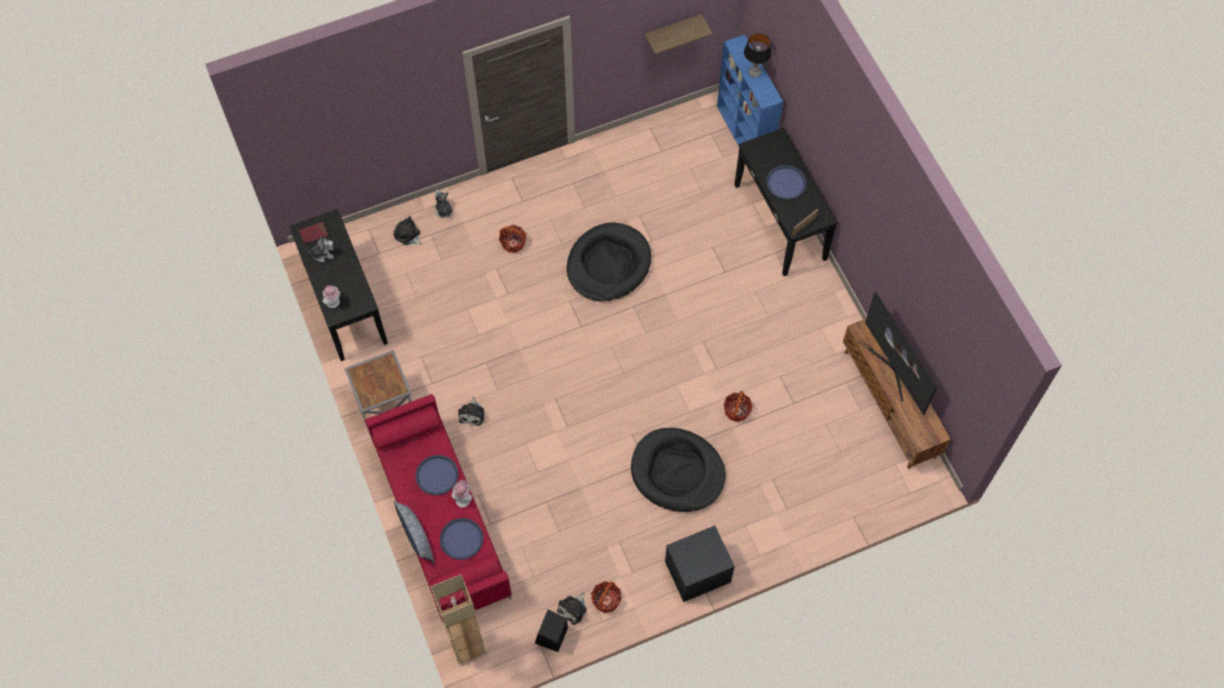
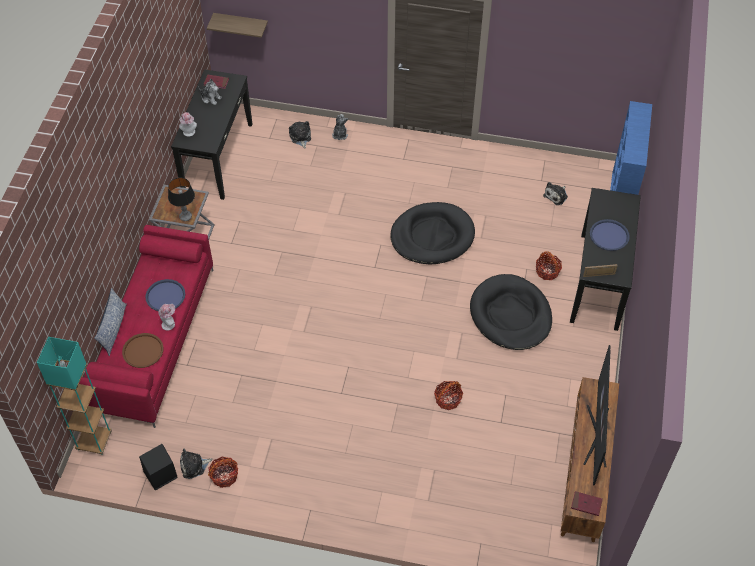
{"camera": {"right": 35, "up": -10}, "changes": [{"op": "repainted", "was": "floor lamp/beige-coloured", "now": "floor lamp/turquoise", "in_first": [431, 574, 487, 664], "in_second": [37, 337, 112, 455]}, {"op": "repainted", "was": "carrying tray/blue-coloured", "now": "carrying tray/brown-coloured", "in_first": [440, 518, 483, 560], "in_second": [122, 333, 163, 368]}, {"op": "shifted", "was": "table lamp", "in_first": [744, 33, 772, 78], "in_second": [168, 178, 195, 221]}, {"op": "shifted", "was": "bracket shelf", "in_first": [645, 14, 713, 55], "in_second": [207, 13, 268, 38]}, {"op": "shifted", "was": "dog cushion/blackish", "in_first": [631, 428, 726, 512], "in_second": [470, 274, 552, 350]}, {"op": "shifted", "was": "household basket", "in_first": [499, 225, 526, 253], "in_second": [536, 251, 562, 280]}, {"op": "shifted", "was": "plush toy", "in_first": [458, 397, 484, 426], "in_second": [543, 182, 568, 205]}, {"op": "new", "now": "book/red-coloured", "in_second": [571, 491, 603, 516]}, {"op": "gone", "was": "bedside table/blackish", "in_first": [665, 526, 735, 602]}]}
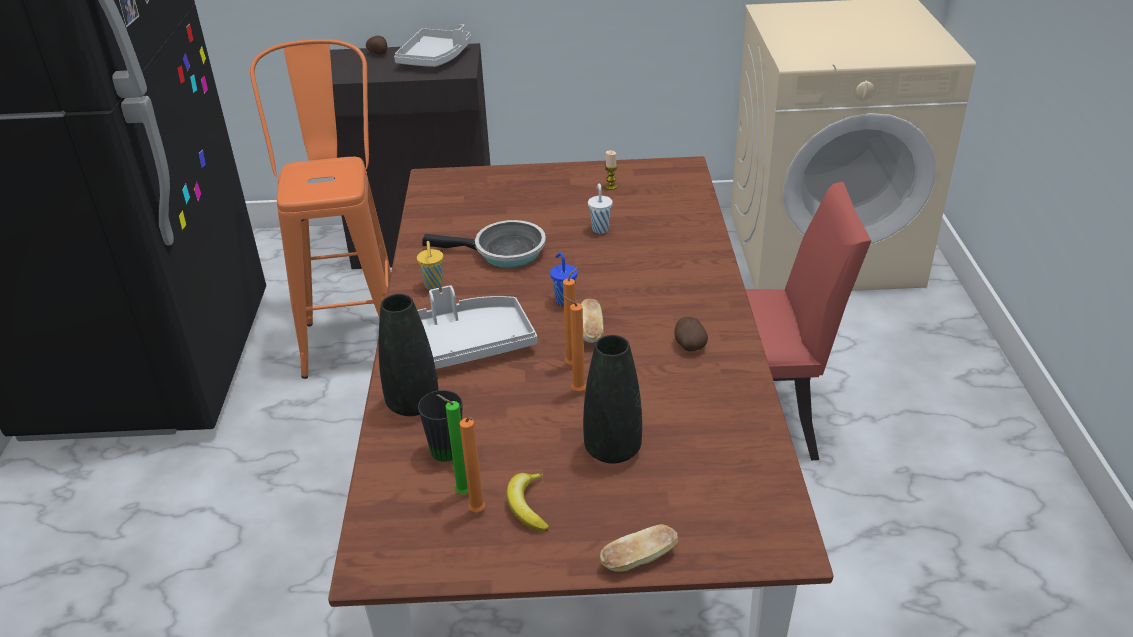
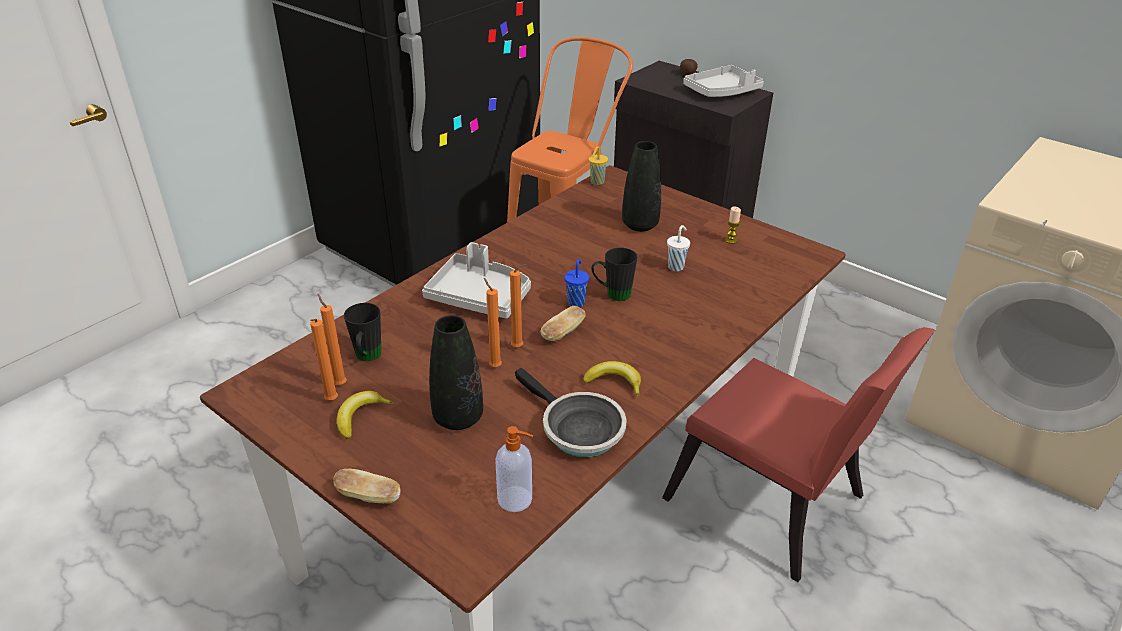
{"camera": {"right": 40, "up": 0}, "changes": [{"op": "repainted", "was": "wax light/green-coloured", "now": "wax light/orange-coloured", "in_first": [437, 394, 468, 494], "in_second": [317, 294, 347, 385]}, {"op": "new", "now": "liquid soap bottle", "in_second": [495, 426, 533, 512]}, {"op": "shifted", "was": "frying pan", "in_first": [422, 220, 546, 268], "in_second": [515, 368, 627, 457]}, {"op": "swapped", "was": "potato", "now": "banana fruit", "in_first": [675, 317, 708, 351], "in_second": [583, 361, 641, 397]}, {"op": "shifted", "was": "drinking cup/yellowish", "in_first": [417, 241, 444, 290], "in_second": [589, 146, 608, 185]}, {"op": "new", "now": "coffee mug/blackish", "in_second": [591, 248, 637, 301]}, {"op": "shifted", "was": "decorative vase/blackish", "in_first": [379, 294, 439, 416], "in_second": [622, 141, 661, 232]}]}
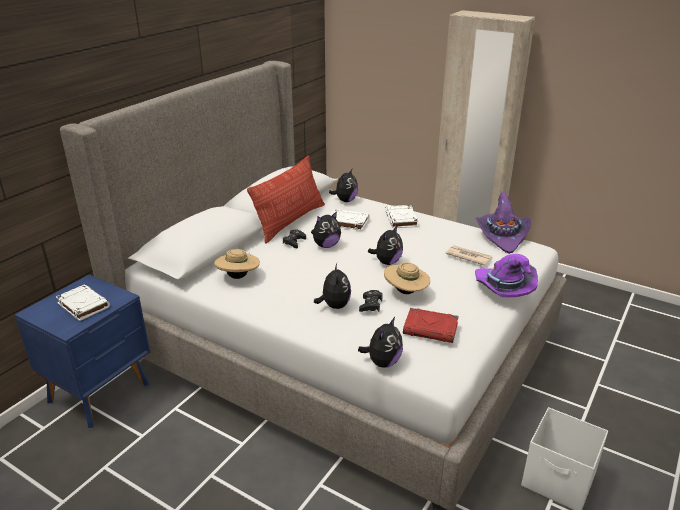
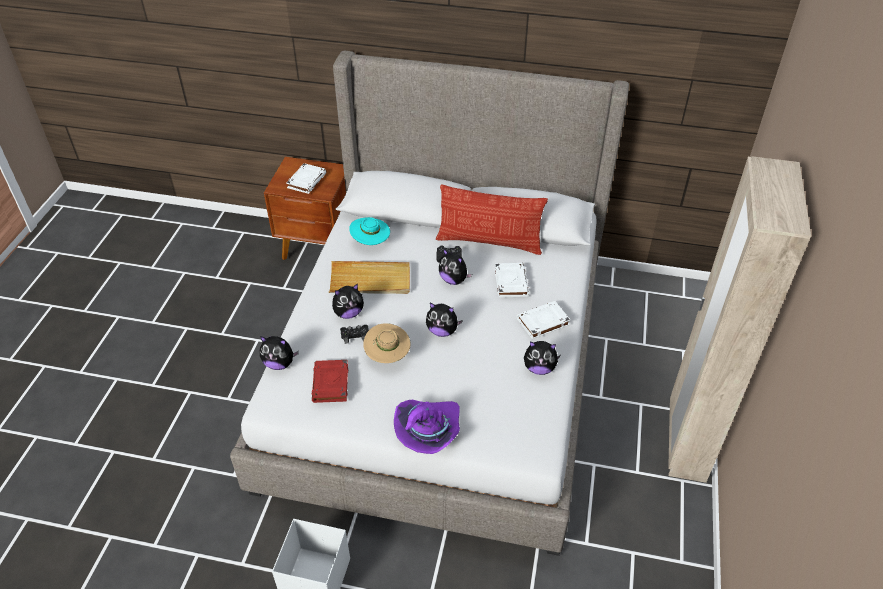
{"camera": {"right": 70, "up": 15}, "changes": [{"op": "repainted", "was": "bedside table/blue-coloured", "now": "bedside table/brown-coloured", "in_first": [15, 275, 150, 428], "in_second": [264, 157, 346, 260]}, {"op": "new", "now": "carrying tray/beige-coloured", "in_second": [329, 261, 410, 294]}, {"op": "repainted", "was": "hat/beige-coloured", "now": "hat/turquoise", "in_first": [214, 249, 260, 279], "in_second": [349, 217, 390, 245]}, {"op": "shifted", "was": "plush toy", "in_first": [329, 169, 358, 202], "in_second": [524, 341, 561, 375]}, {"op": "gone", "was": "newspaper", "in_first": [445, 245, 493, 266]}, {"op": "gone", "was": "hat/purple-coloured", "in_first": [476, 192, 531, 254]}]}
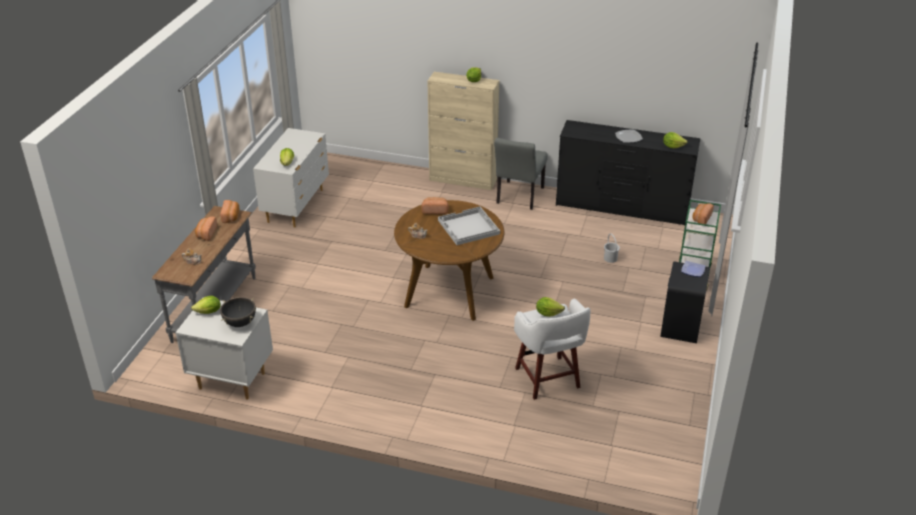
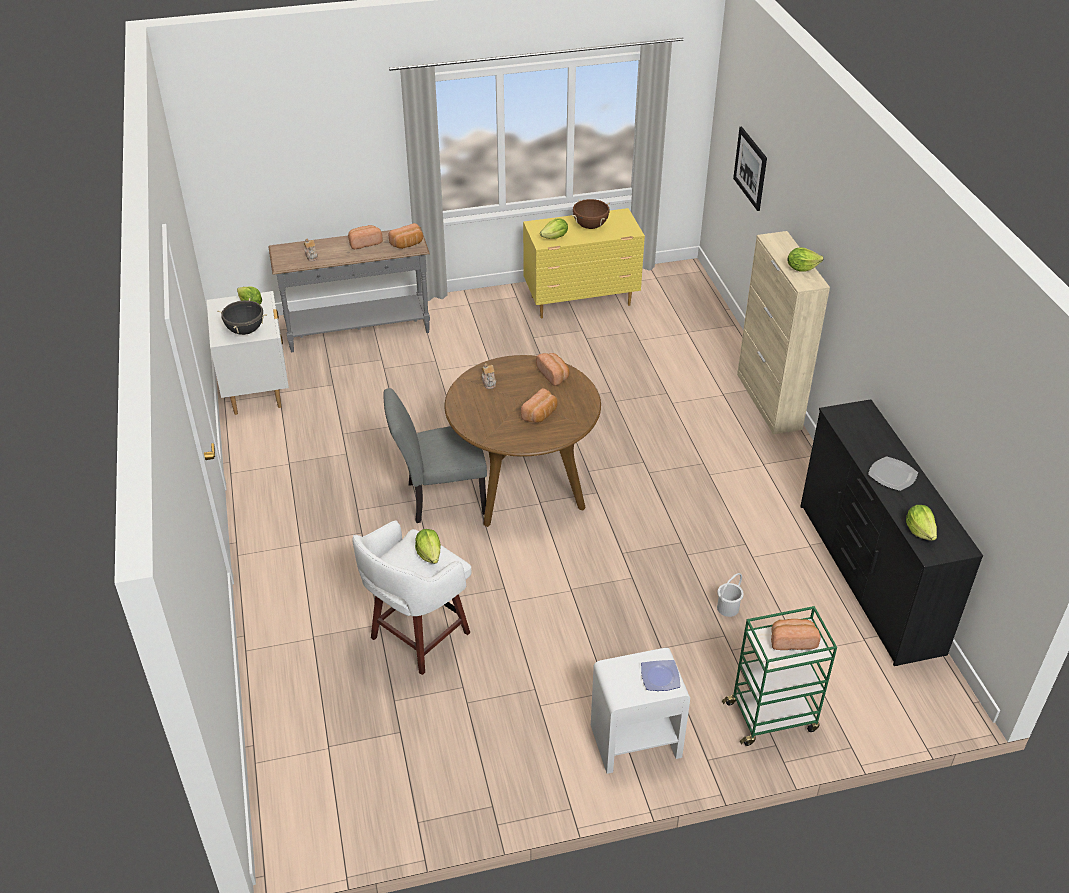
{"camera": {"right": 60, "up": 5}, "changes": [{"op": "shifted", "was": "chair/gray", "in_first": [494, 138, 547, 210], "in_second": [384, 388, 487, 523]}, {"op": "swapped", "was": "carrying tray/white", "now": "bakery bread", "in_first": [438, 207, 500, 245], "in_second": [521, 388, 558, 423]}, {"op": "repainted", "was": "drawer chest/white", "now": "drawer chest/yellowish", "in_first": [253, 128, 329, 228], "in_second": [523, 208, 645, 318]}, {"op": "new", "now": "stockpot/brown-coloured", "in_second": [572, 199, 610, 229]}, {"op": "repainted", "was": "bedside table/blackish", "now": "bedside table/white", "in_first": [660, 261, 710, 343], "in_second": [591, 648, 690, 774]}, {"op": "new", "now": "wall art", "in_second": [733, 126, 767, 211]}]}
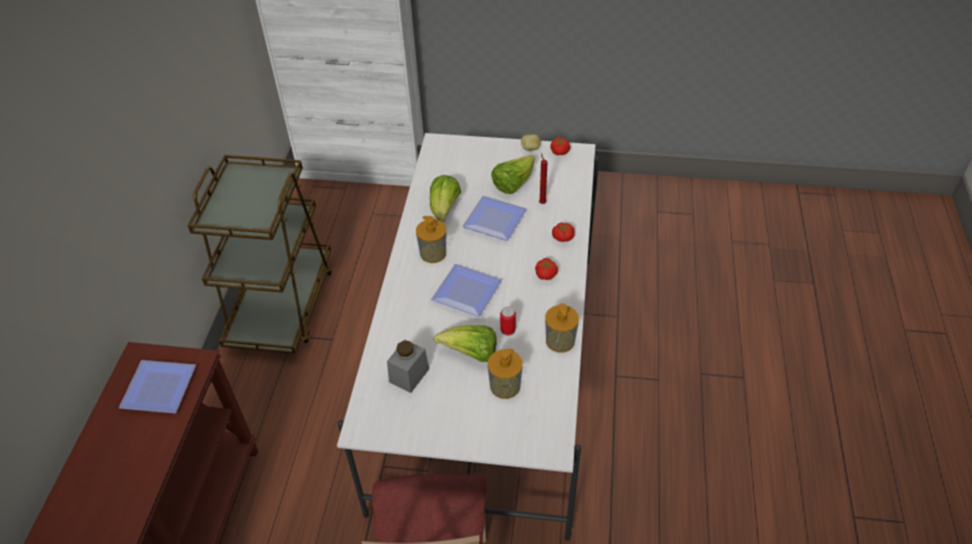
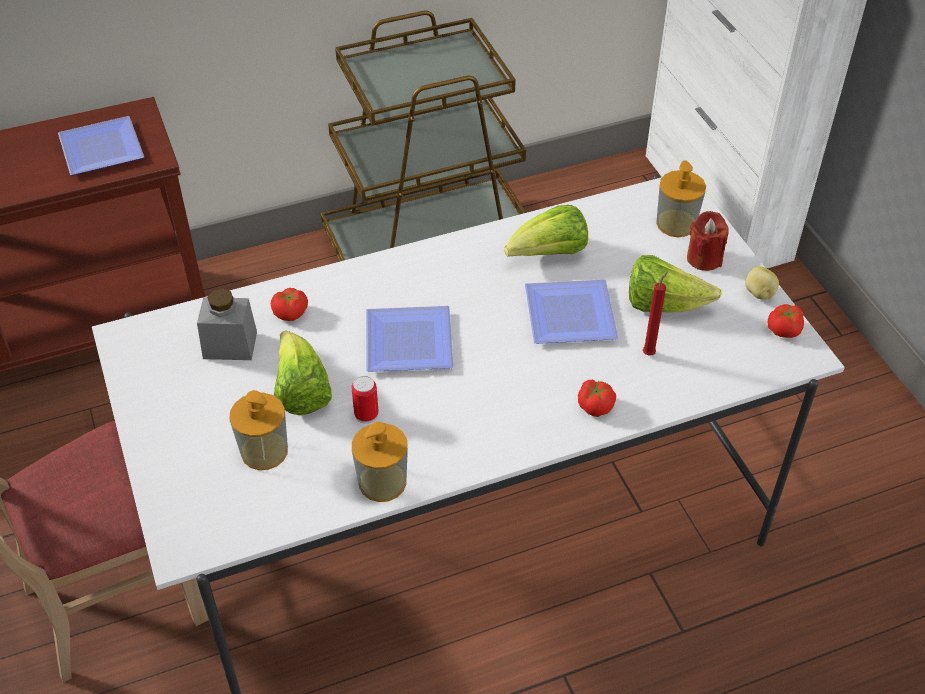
{"camera": {"right": 60, "up": 0}, "changes": [{"op": "shifted", "was": "whole tomato", "in_first": [535, 258, 558, 280], "in_second": [271, 288, 308, 321]}, {"op": "shifted", "was": "liquid soap bottle", "in_first": [416, 216, 446, 263], "in_second": [656, 160, 706, 237]}, {"op": "new", "now": "wax light/red-coloured", "in_second": [687, 211, 729, 271]}]}
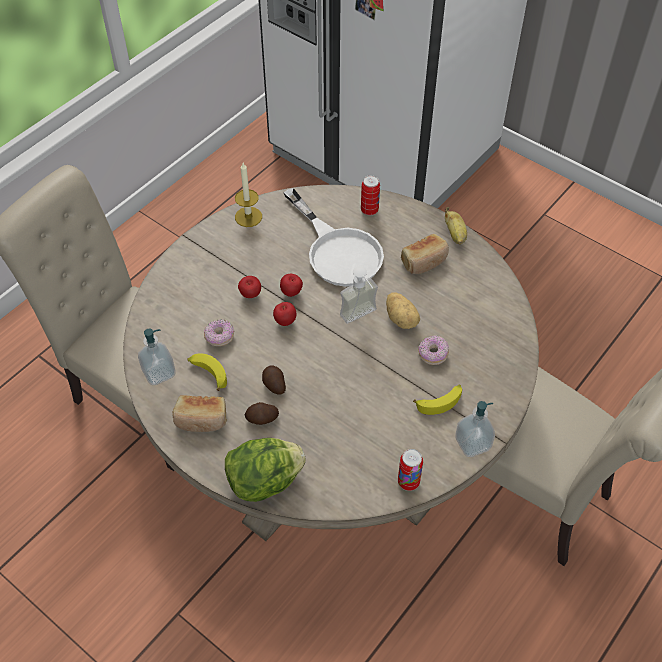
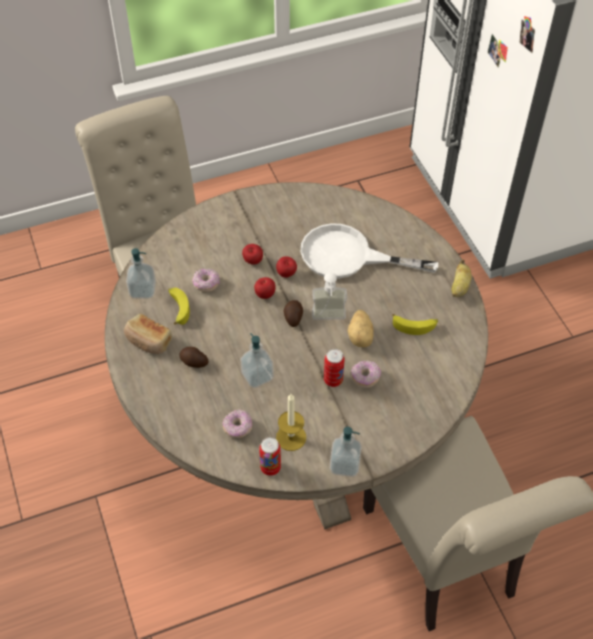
{"camera": {"right": 30, "up": 0}, "changes": [{"op": "new", "now": "ring doughnut", "in_second": [223, 410, 252, 438]}, {"op": "new", "now": "liquid soap bottle", "in_second": [240, 333, 274, 388]}, {"op": "shifted", "was": "wax light", "in_first": [235, 163, 262, 227], "in_second": [276, 394, 306, 451]}, {"op": "shifted", "was": "potato", "in_first": [262, 365, 286, 395], "in_second": [283, 300, 303, 327]}, {"op": "rotated", "was": "frying pan/white", "in_first": [283, 188, 384, 287], "in_second": [301, 223, 438, 279], "clockwise": 105}, {"op": "shifted", "was": "can", "in_first": [361, 175, 380, 215], "in_second": [324, 349, 345, 387]}, {"op": "shifted", "was": "banana fruit", "in_first": [413, 384, 462, 415], "in_second": [392, 314, 438, 335]}, {"op": "gone", "was": "lettuce head", "in_first": [225, 438, 306, 502]}, {"op": "gone", "was": "bakery bread", "in_first": [401, 234, 449, 274]}]}
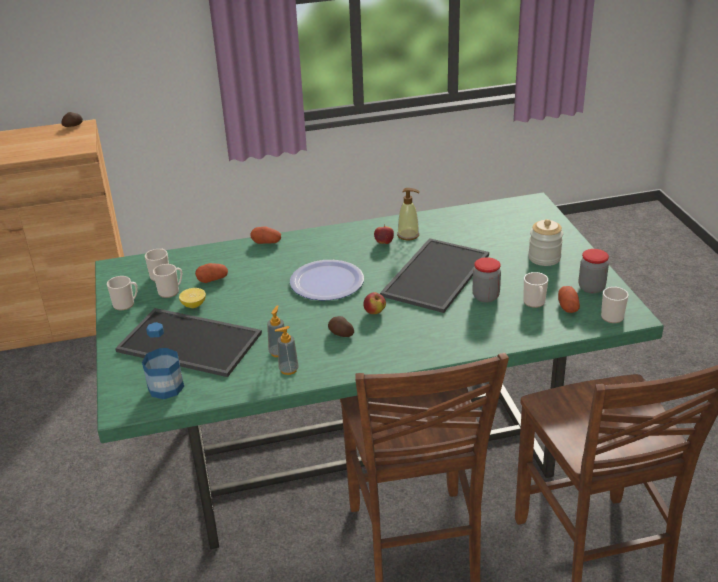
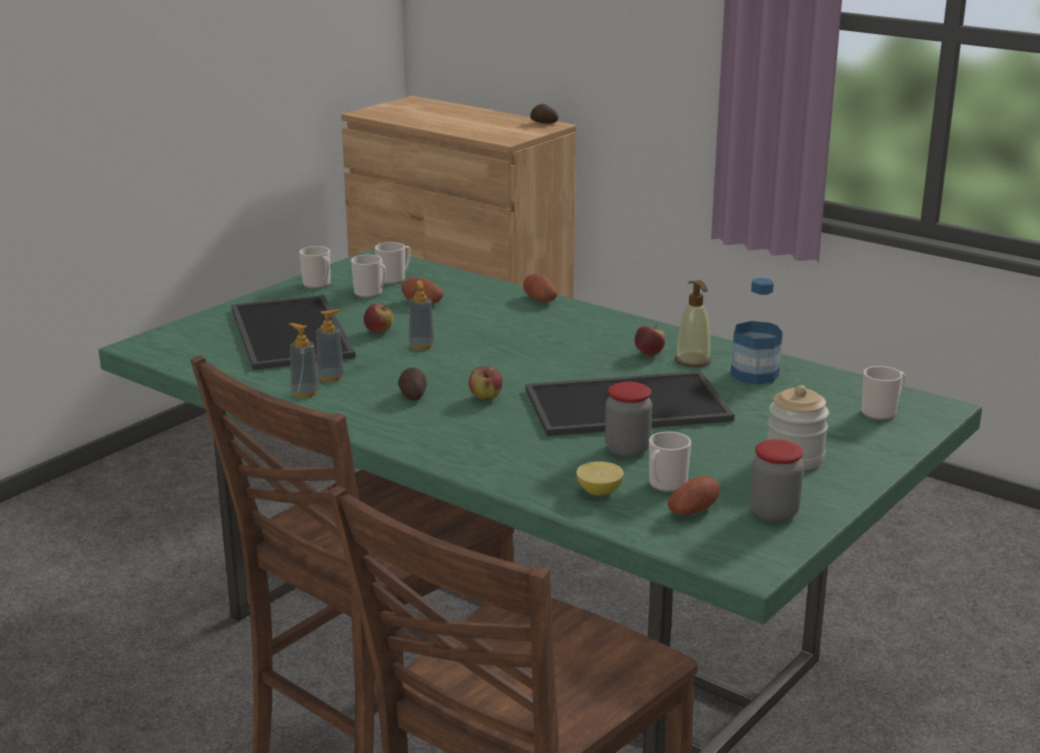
{"camera": {"right": 50, "up": -10}, "changes": [{"op": "new", "now": "apple fruit", "in_second": [364, 303, 394, 333]}, {"op": "new", "now": "liquid soap bottle", "in_second": [409, 280, 435, 350]}, {"op": "shifted", "was": "lemon", "in_first": [179, 288, 206, 308], "in_second": [576, 461, 624, 496]}, {"op": "shifted", "was": "bottle", "in_first": [142, 322, 184, 399], "in_second": [730, 278, 783, 385]}, {"op": "shifted", "was": "coffee mug", "in_first": [601, 286, 629, 323], "in_second": [862, 366, 906, 420]}, {"op": "gone", "was": "flat dish", "in_first": [290, 260, 364, 300]}]}
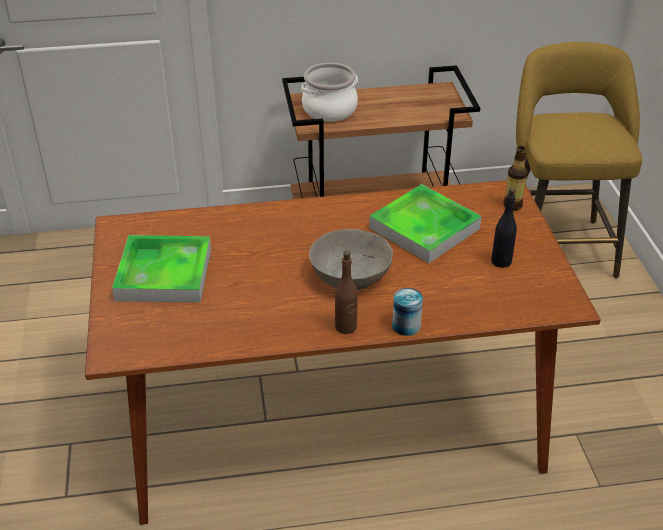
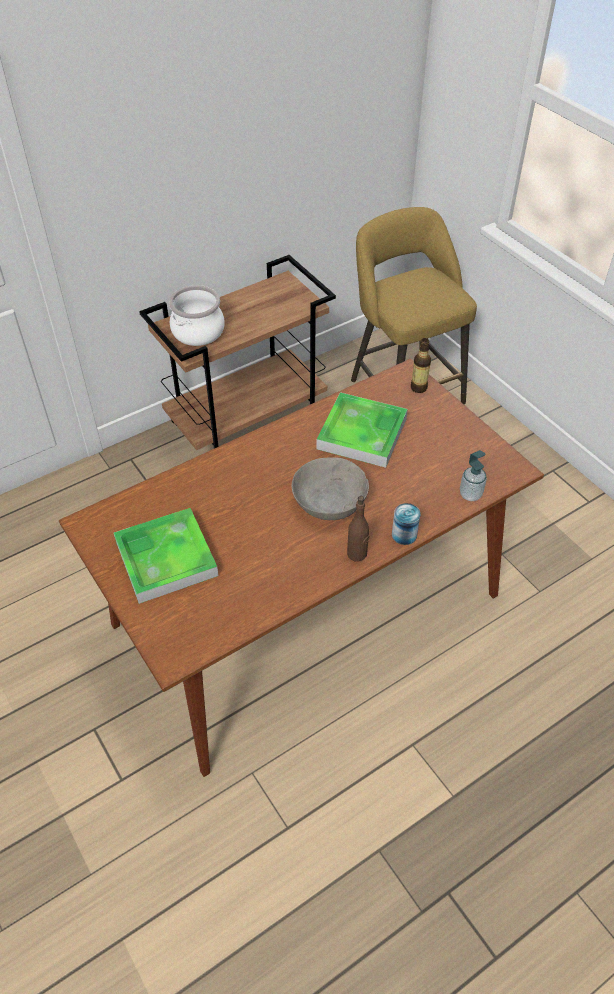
{"camera": {"right": -25, "up": 10}, "changes": [{"op": "new", "now": "liquid soap bottle", "in_second": [460, 450, 487, 501]}, {"op": "gone", "was": "bottle/blackish", "in_first": [491, 188, 517, 268]}]}
